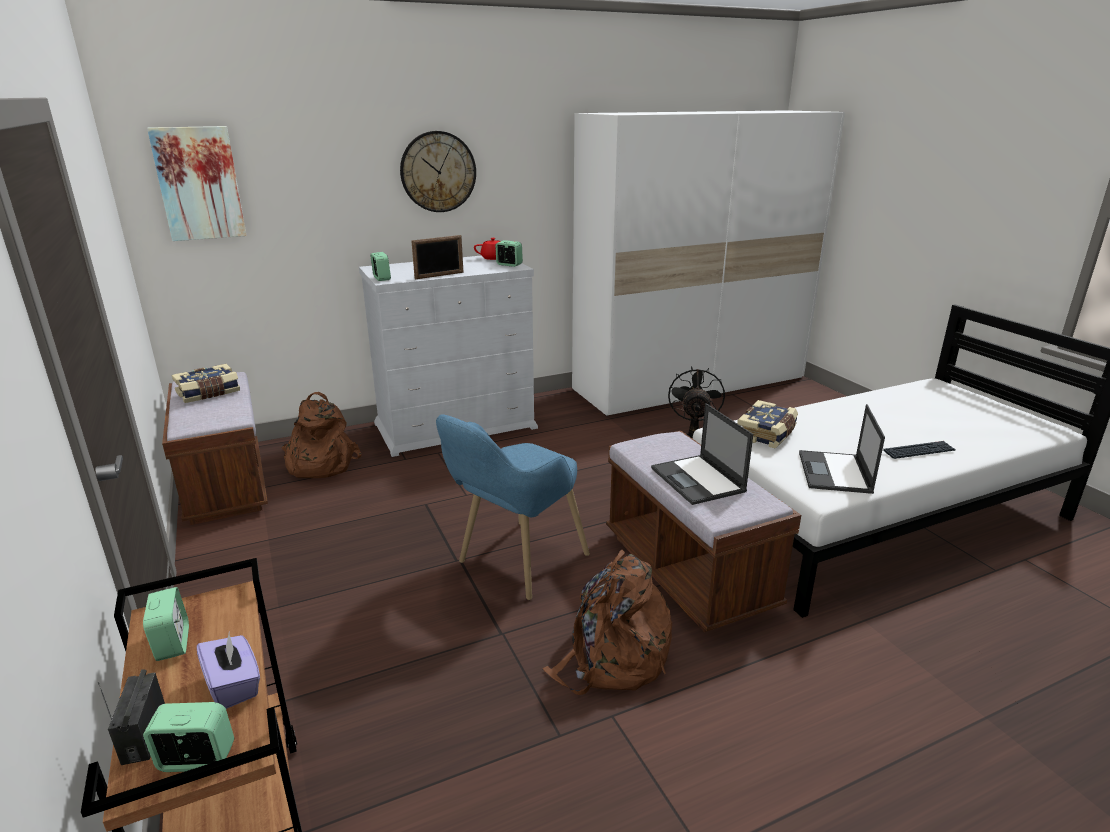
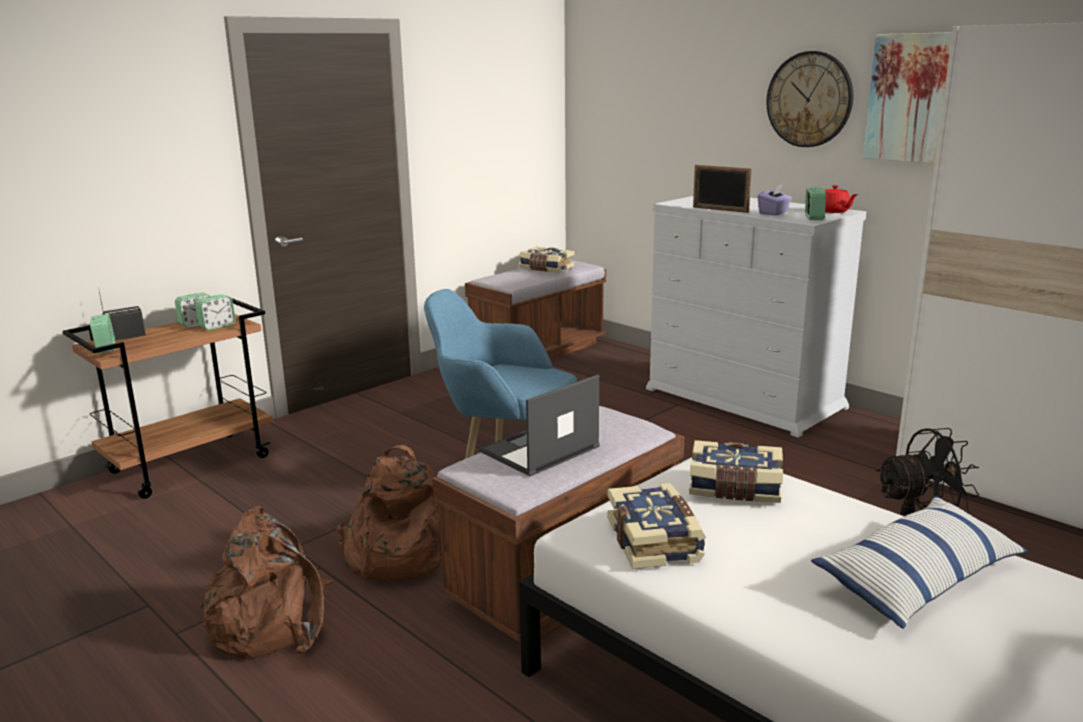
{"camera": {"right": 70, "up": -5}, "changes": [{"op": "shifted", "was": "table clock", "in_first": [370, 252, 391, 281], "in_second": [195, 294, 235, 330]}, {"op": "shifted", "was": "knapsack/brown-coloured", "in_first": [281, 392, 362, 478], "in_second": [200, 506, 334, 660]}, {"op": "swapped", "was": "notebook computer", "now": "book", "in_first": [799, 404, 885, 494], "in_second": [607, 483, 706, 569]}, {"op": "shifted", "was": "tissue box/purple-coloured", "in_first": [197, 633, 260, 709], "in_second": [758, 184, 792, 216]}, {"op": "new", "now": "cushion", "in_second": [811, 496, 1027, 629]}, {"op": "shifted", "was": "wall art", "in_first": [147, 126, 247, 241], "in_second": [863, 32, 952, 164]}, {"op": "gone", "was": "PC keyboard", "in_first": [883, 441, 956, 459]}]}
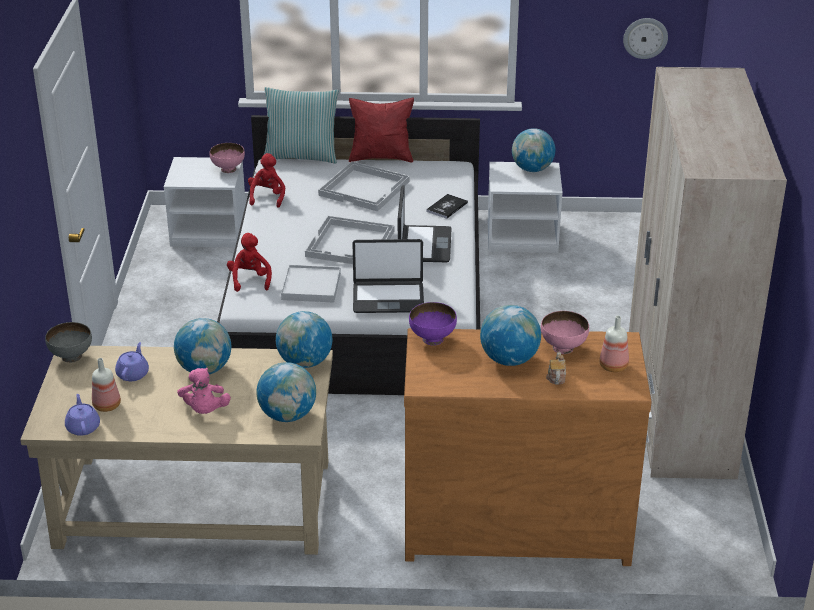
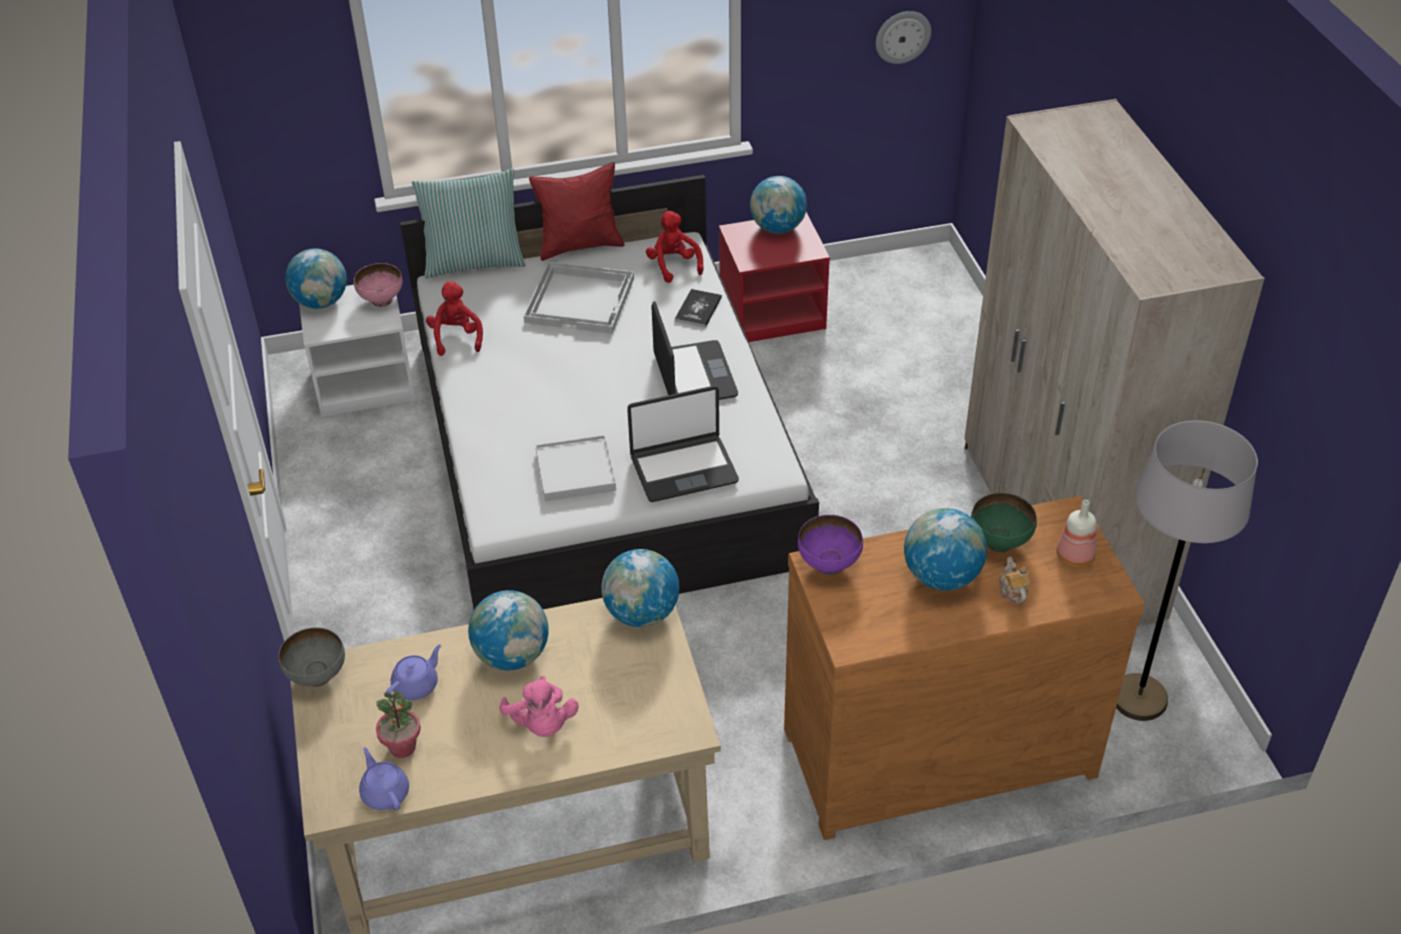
{"camera": {"right": -15, "up": 10}, "changes": [{"op": "shifted", "was": "world globe", "in_first": [256, 362, 316, 422], "in_second": [285, 249, 347, 309]}, {"op": "swapped", "was": "bottle", "now": "plant in a pot", "in_first": [92, 358, 121, 412], "in_second": [376, 692, 421, 758]}, {"op": "rotated", "was": "tea pot/purple-coloured", "in_first": [115, 342, 149, 381], "in_second": [386, 644, 441, 700], "clockwise": 45}, {"op": "shifted", "was": "plush toy/red-coloured", "in_first": [227, 233, 272, 292], "in_second": [646, 211, 703, 283]}, {"op": "repainted", "was": "bedside table/white", "now": "bedside table/red-coloured", "in_first": [487, 162, 563, 253], "in_second": [719, 212, 830, 342]}, {"op": "repainted", "was": "bowl/pinkish", "now": "bowl/green-coloured", "in_first": [541, 311, 589, 354], "in_second": [971, 493, 1037, 553]}, {"op": "new", "now": "floor lamp/gray", "in_second": [1116, 420, 1258, 721]}, {"op": "gone", "was": "carrying tray/white", "in_first": [305, 216, 394, 264]}]}
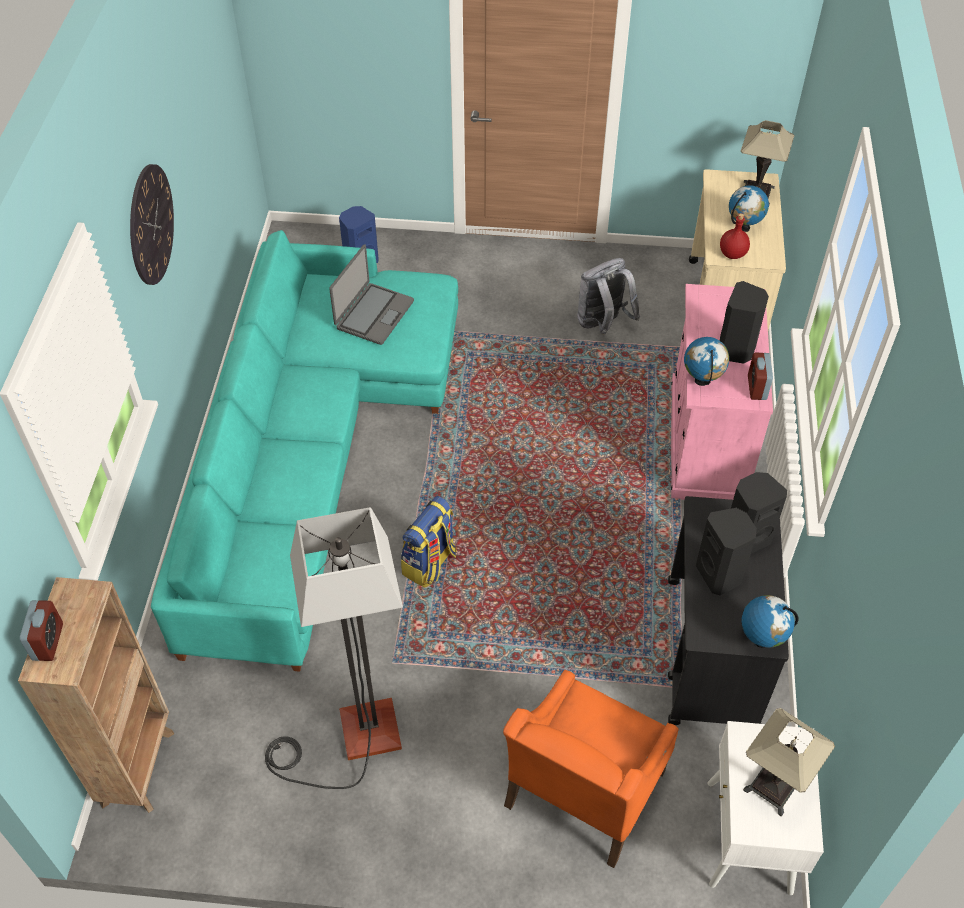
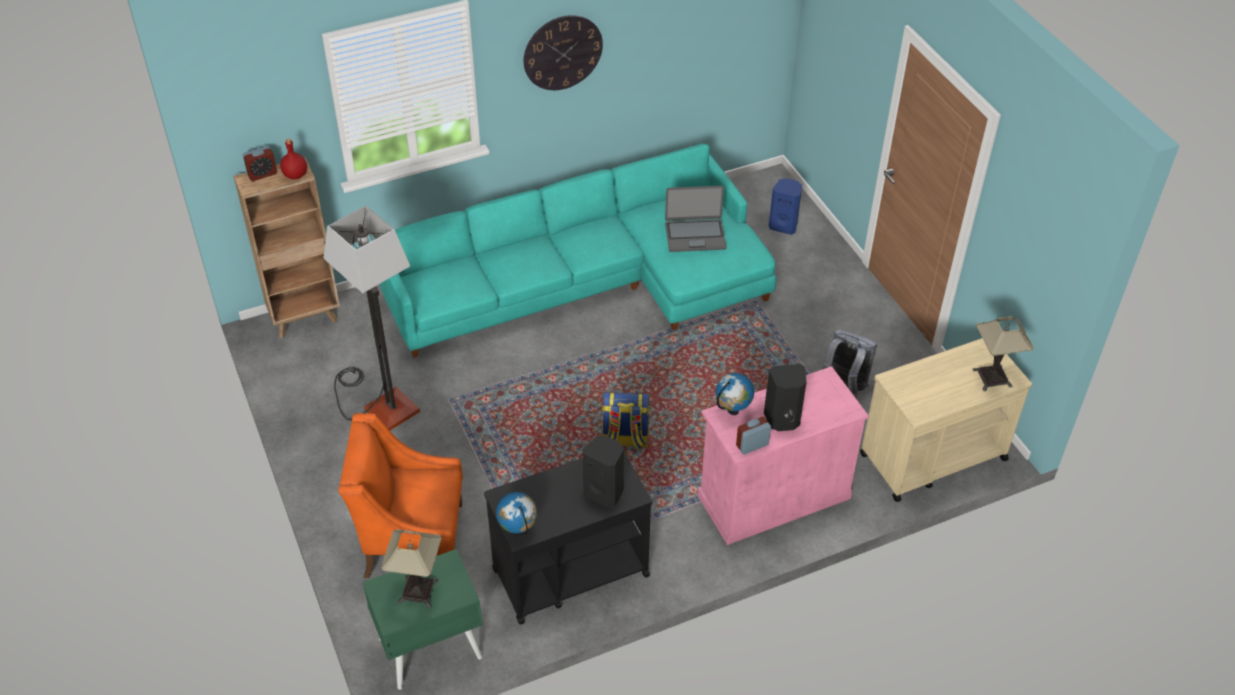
{"camera": {"right": 60, "up": -5}, "changes": [{"op": "shifted", "was": "bottle/red-coloured", "in_first": [720, 213, 750, 259], "in_second": [280, 138, 307, 180]}, {"op": "repainted", "was": "bedside table/white", "now": "bedside table/green-coloured", "in_first": [708, 721, 824, 895], "in_second": [362, 549, 483, 690]}, {"op": "shifted", "was": "knapsack", "in_first": [401, 496, 457, 588], "in_second": [601, 392, 650, 450]}, {"op": "gone", "was": "audio speaker/blackish", "in_first": [696, 508, 757, 595]}, {"op": "gone", "was": "world globe", "in_first": [729, 185, 769, 232]}]}
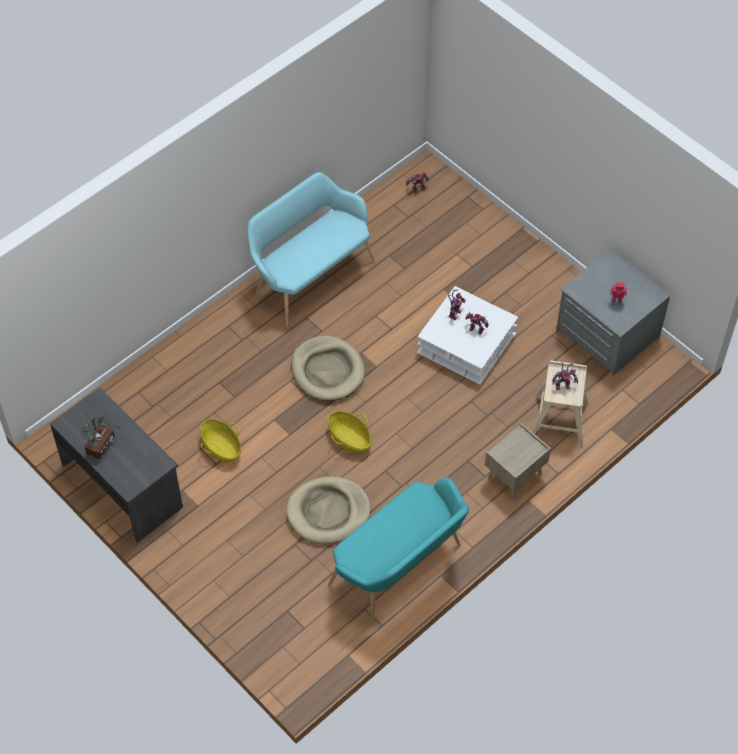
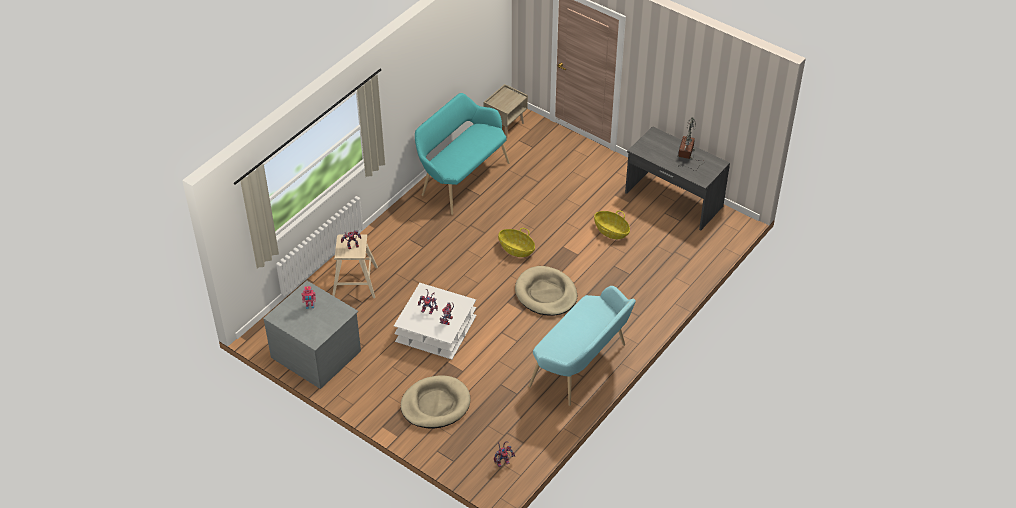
{"camera": {"right": 170, "up": -10}, "changes": [{"op": "shifted", "was": "dog cushion/beige-coloured", "in_first": [286, 476, 371, 544], "in_second": [401, 375, 470, 429]}, {"op": "shifted", "was": "bedside table/beige-coloured", "in_first": [485, 423, 551, 500], "in_second": [483, 84, 528, 139]}]}
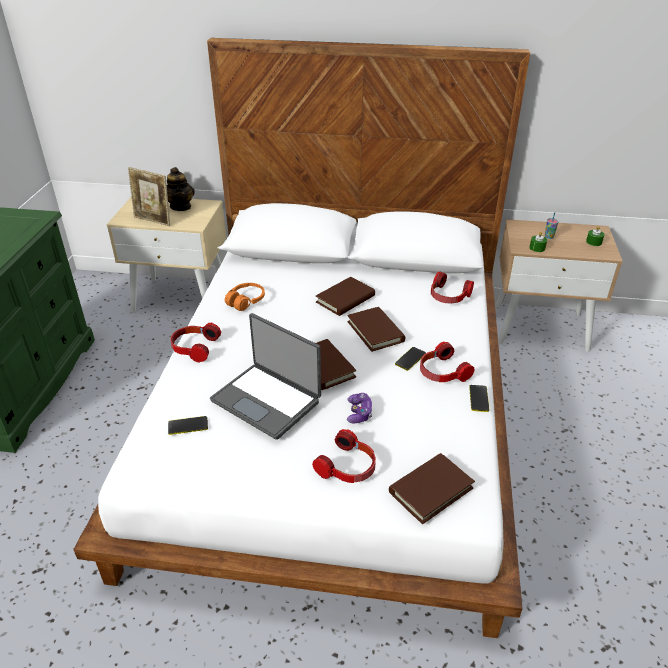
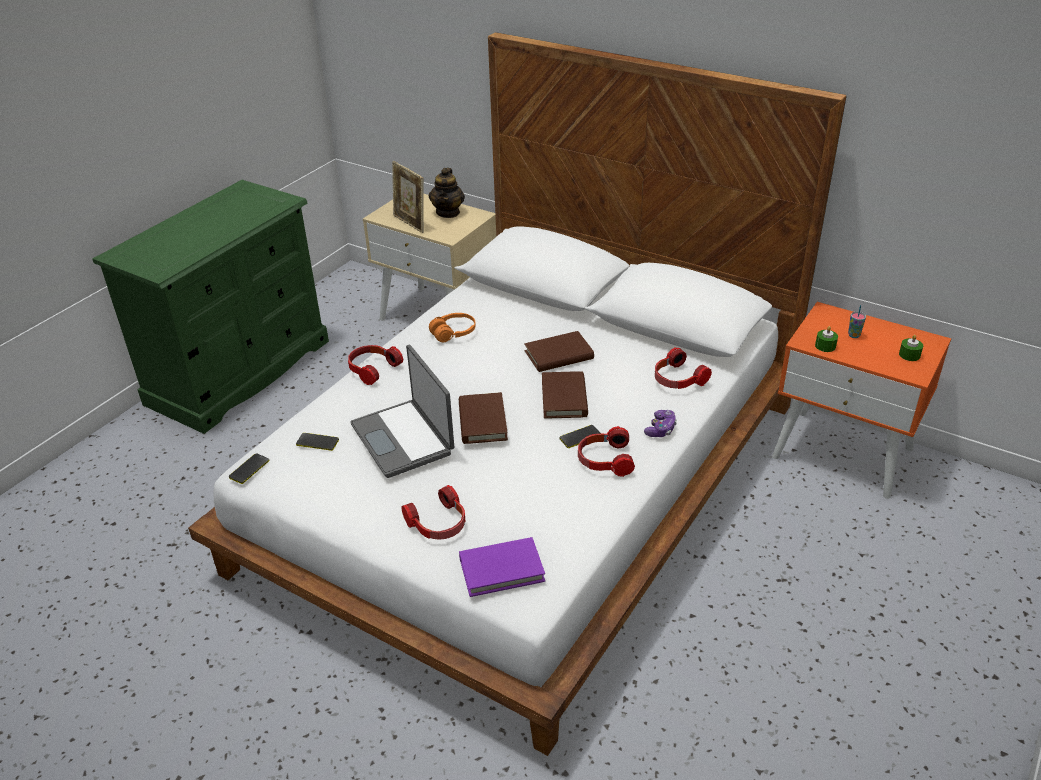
{"camera": {"right": 25, "up": 0}, "changes": [{"op": "shifted", "was": "handset", "in_first": [469, 385, 489, 412], "in_second": [229, 453, 270, 484]}, {"op": "repainted", "was": "book/brown-coloured", "now": "book/purple-coloured", "in_first": [389, 453, 475, 525], "in_second": [459, 537, 545, 597]}, {"op": "shifted", "was": "joypad", "in_first": [347, 393, 372, 423], "in_second": [644, 410, 677, 437]}, {"op": "repainted", "was": "bedside table/beige-coloured", "now": "bedside table/orange-coloured", "in_first": [495, 219, 623, 352], "in_second": [772, 302, 951, 499]}]}
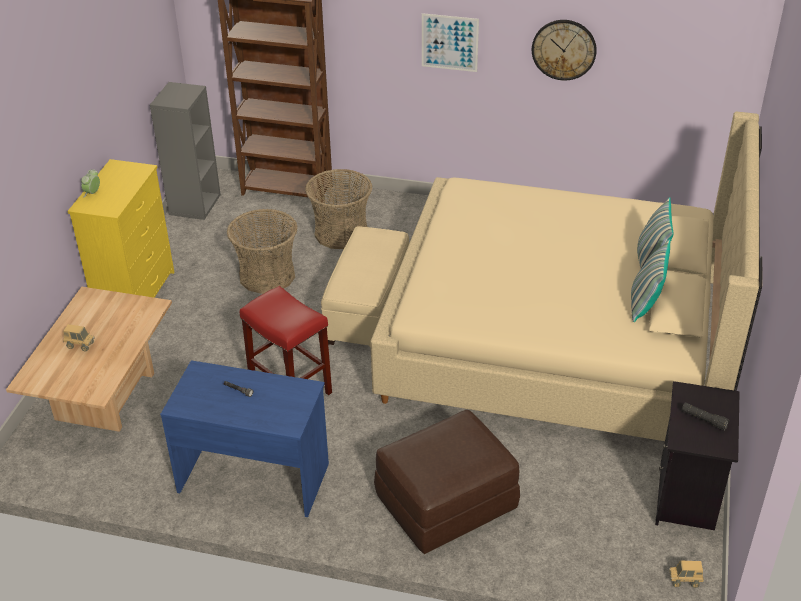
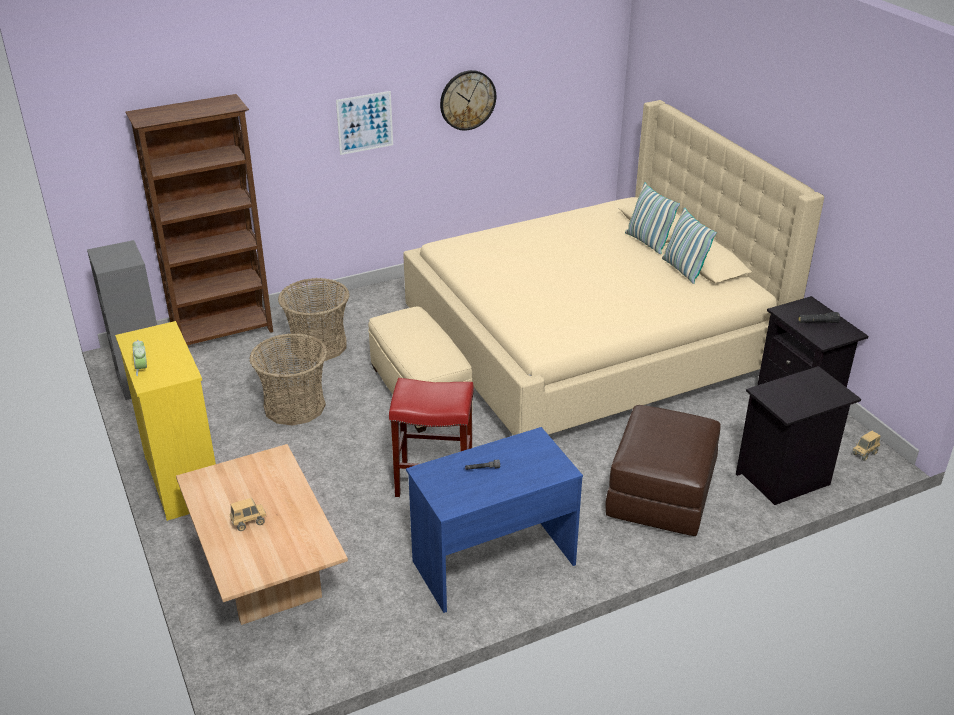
{"camera": {"right": -40, "up": -5}, "changes": [{"op": "new", "now": "bedside table/blackish", "in_second": [736, 366, 861, 505]}]}
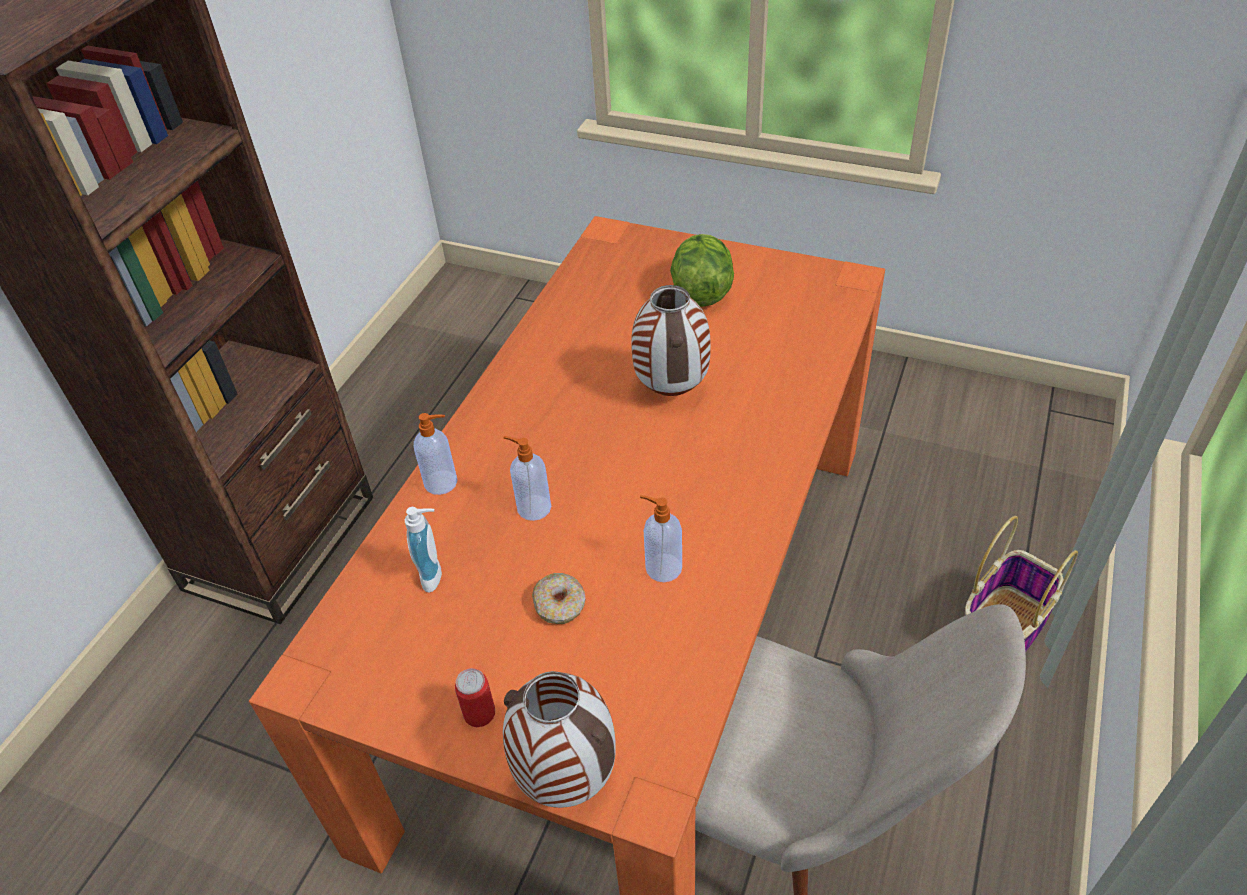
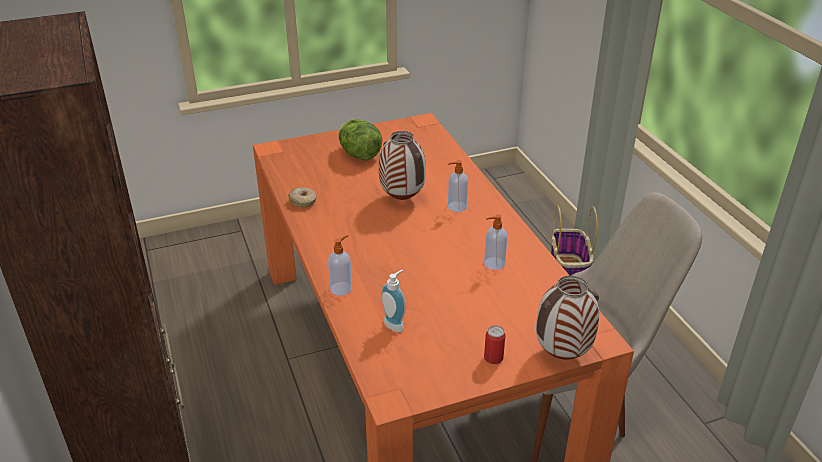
{"camera": {"right": -45, "up": -10}, "changes": [{"op": "shifted", "was": "ring doughnut", "in_first": [532, 573, 585, 624], "in_second": [288, 187, 317, 208]}, {"op": "shifted", "was": "liquid soap bottle", "in_first": [503, 436, 551, 521], "in_second": [448, 160, 468, 212]}]}
